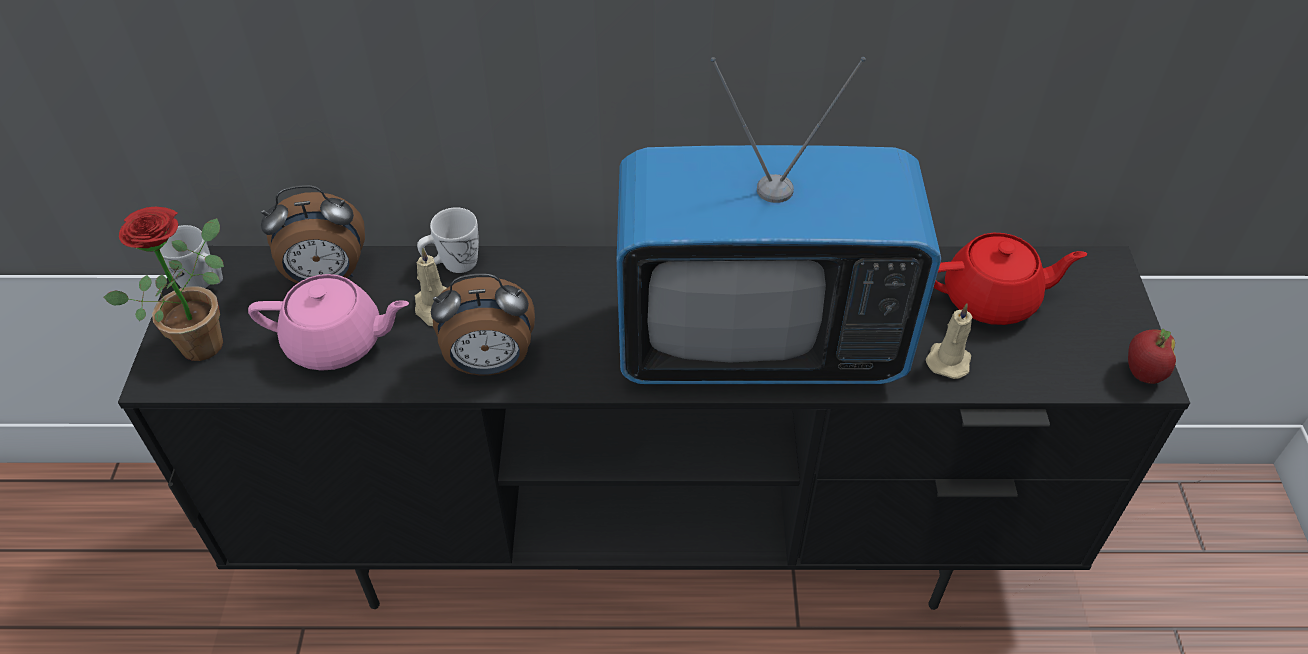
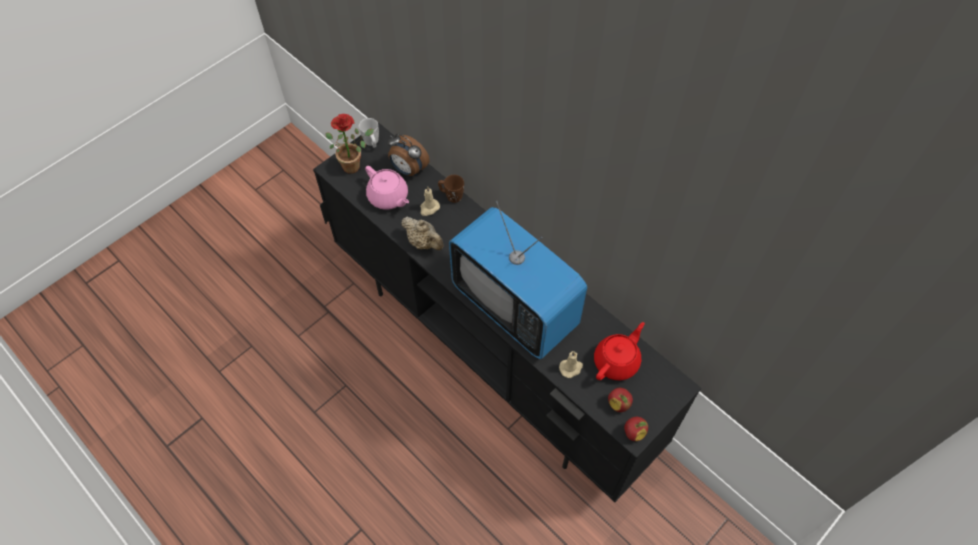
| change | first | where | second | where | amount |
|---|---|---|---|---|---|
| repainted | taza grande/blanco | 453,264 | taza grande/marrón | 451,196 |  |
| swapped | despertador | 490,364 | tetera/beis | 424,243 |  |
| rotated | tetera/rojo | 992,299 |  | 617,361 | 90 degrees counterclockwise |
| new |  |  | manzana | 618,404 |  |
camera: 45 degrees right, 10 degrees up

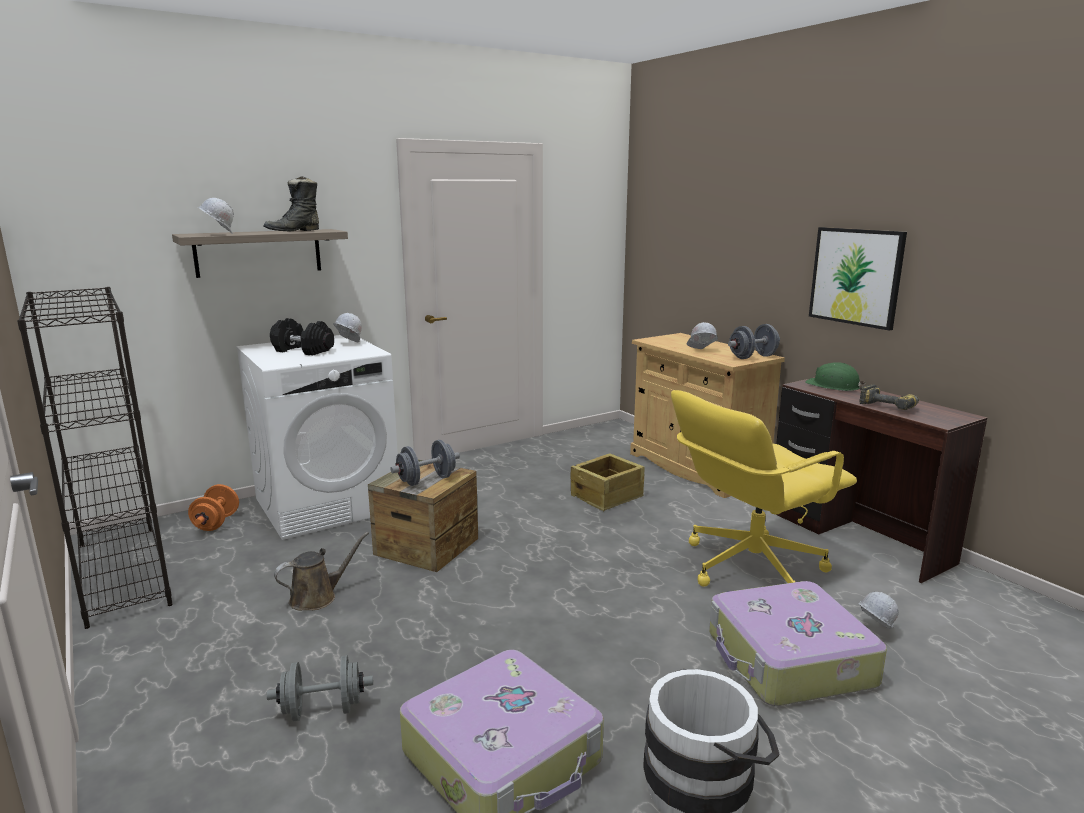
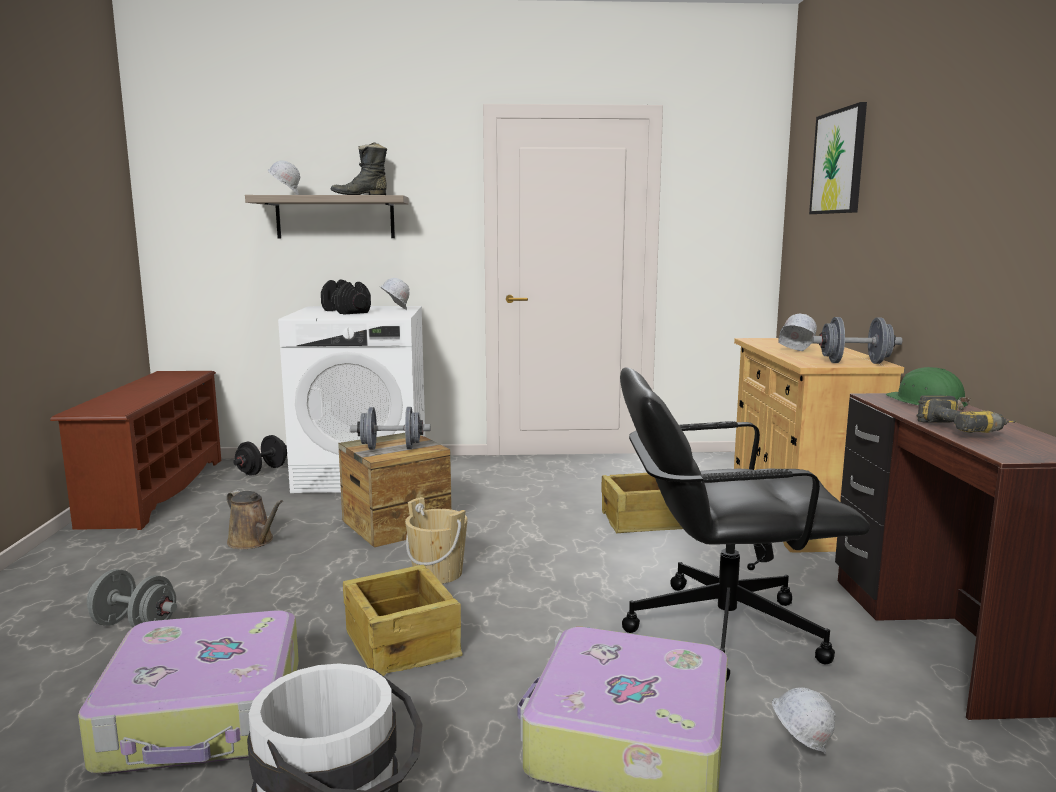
| change | first | where | second | where | amount |
|---|---|---|---|---|---|
| swapped | estantería/negro | 122,573 | zapatero/marrón | 154,491 |  |
| repainted | mancuerna/naranja | 216,523 | mancuerna/negro | 262,471 |  |
| rotated | regadera/marrón | 317,597 |  | 253,541 | 45 degrees clockwise |
| repainted | silla de oficina/amarillo | 750,567 | silla de oficina/negro | 721,630 |  |
| shifted | cuadro | 856,276 |  | 839,162 |  |
| new |  |  | caja de embalaje | 402,643 |  |
| new |  |  | cubo/beis | 437,573 |  |
camera: 30 degrees right, 5 degrees down

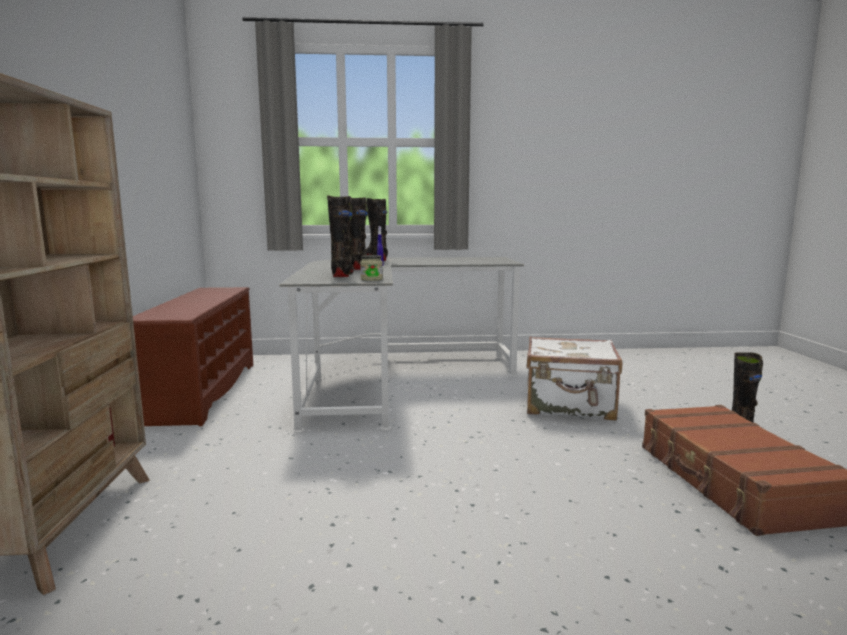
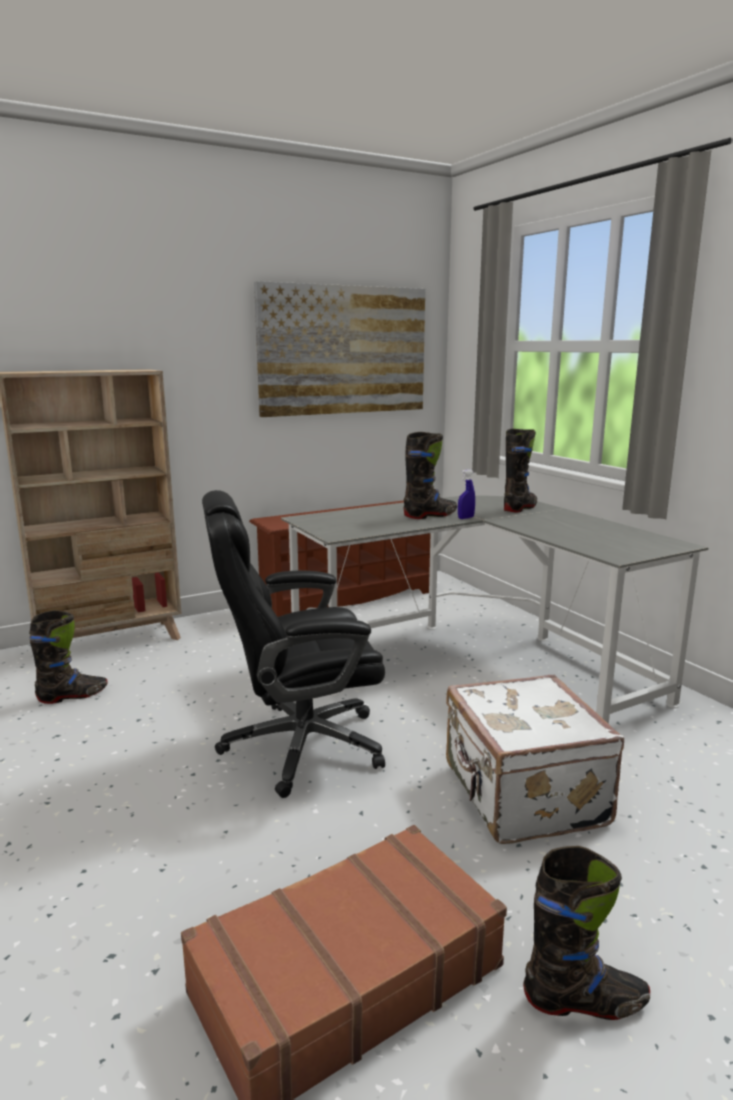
| change | first | where | second | where | amount |
|---|---|---|---|---|---|
| shifted | bota/negro | 342,275 |  | 73,696 |  |
| gone | tarro | 371,279 |  |  |  |
| new |  |  | silla de oficina/negro | 299,746 |  |
| new |  |  | cuadro | 343,350 |  |
camera: 65 degrees right, 5 degrees up

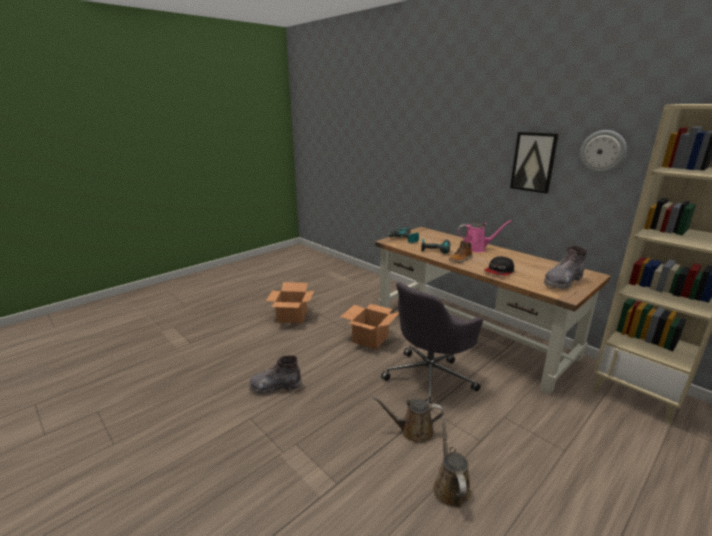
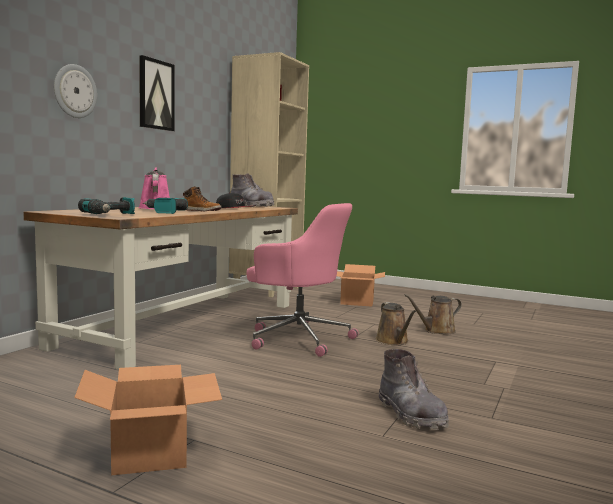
| change | first | where | second | where | amount |
|---|---|---|---|---|---|
| shifted | caja de cartón | 370,339 |  | 357,302 |  |
| repainted | silla de oficina/gris | 430,377 | silla de oficina/rosa | 298,338 |  |
| shifted | reloj de pared | 603,151 |  | 74,91 |  |
camera: 110 degrees left, 15 degrees down

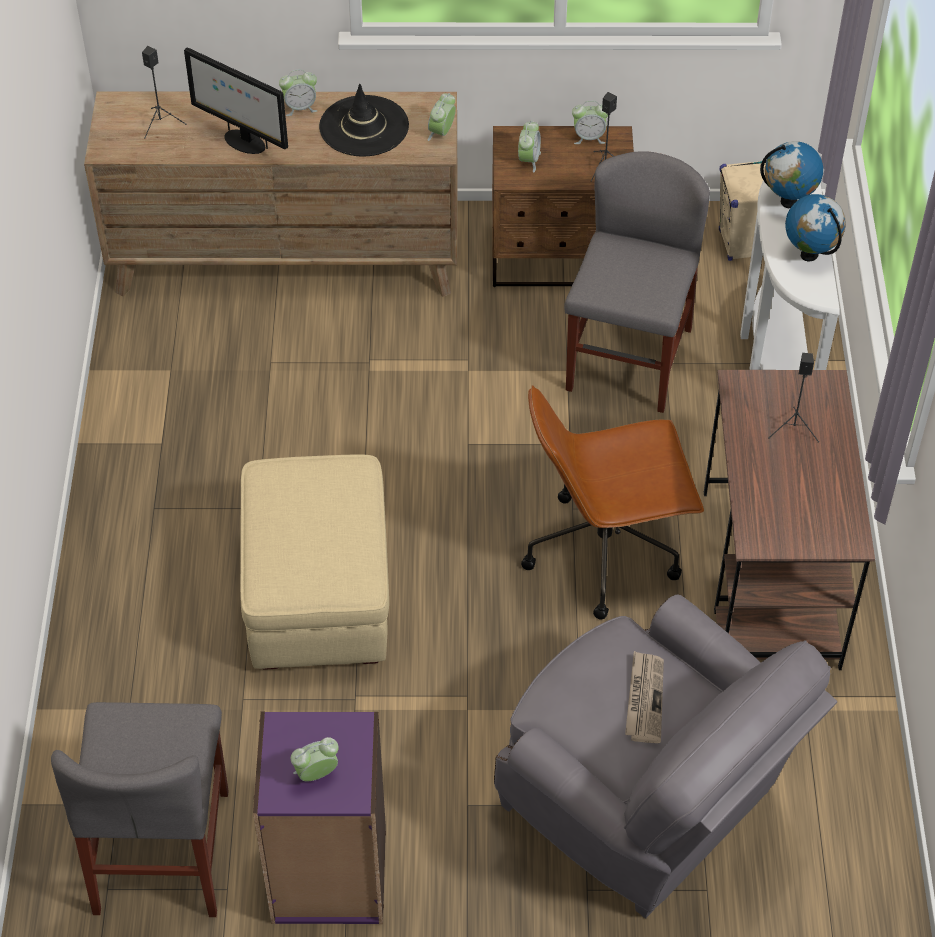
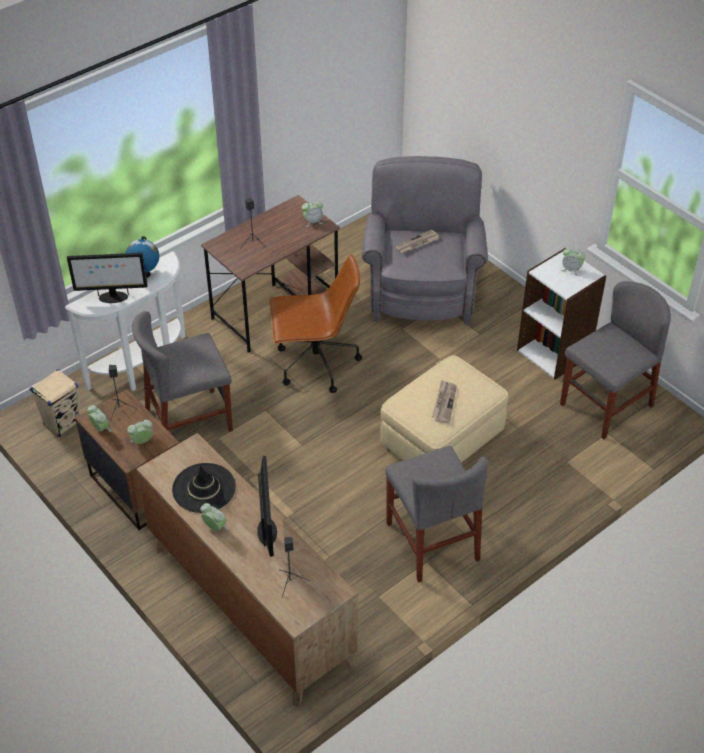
| change | first | where | second | where | amount |
|---|---|---|---|---|---|
| repainted | estantería/morado | 329,876 | estantería/blanco | 554,352 |  |
| shifted | despertador | 442,133 |  | 313,222 |  |
| rotated | silla de oficina/marrón | 605,551 |  | 315,364 | 45 degrees counterclockwise |
| swapped | globo terráqueo | 788,202 | monitor | 112,297 |  |
| new |  |  | silla/gris | 432,541 |  |
| new |  |  | periódico | 444,403 |  |
camera: 130 degrees left, 5 degrees down

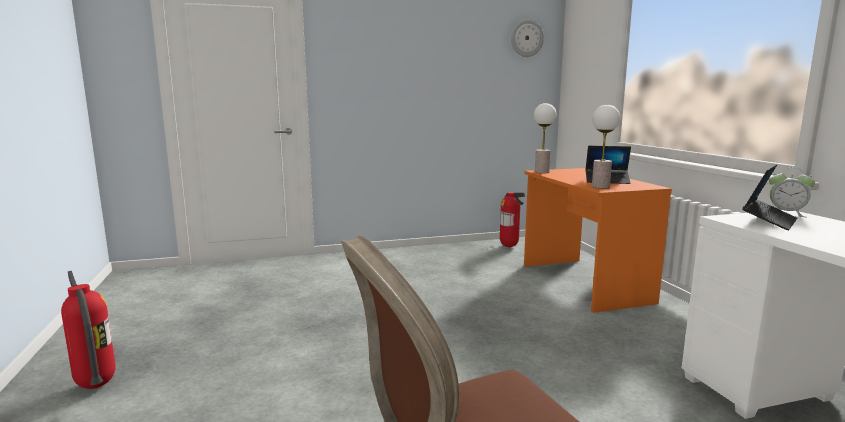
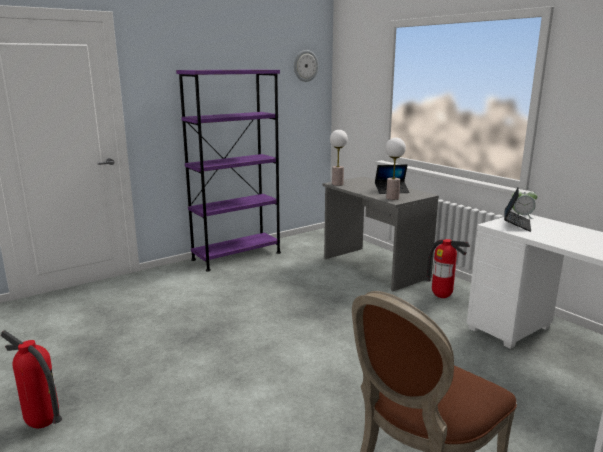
| change | first | where | second | where | amount |
|---|---|---|---|---|---|
| shifted | extintor | 509,246 |  | 442,297 |  |
| repainted | escritorio/naranja | 582,283 | escritorio/gris | 374,268 |  |
| new |  |  | estantería/morado | 236,256 |  |
camera: 20 degrees left, 5 degrees up

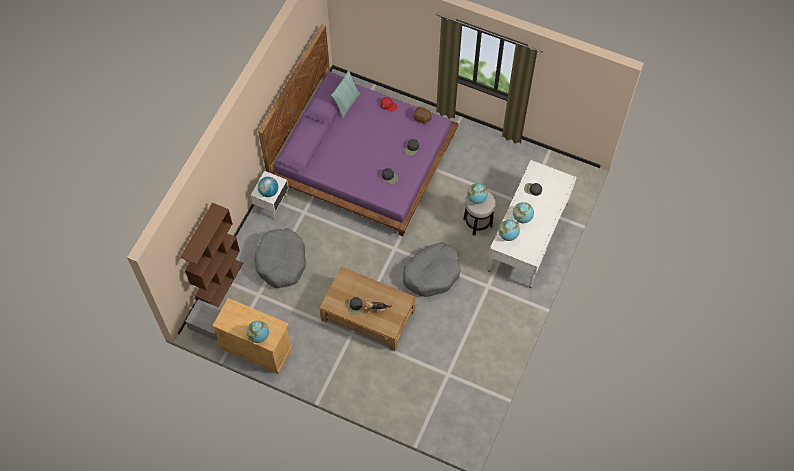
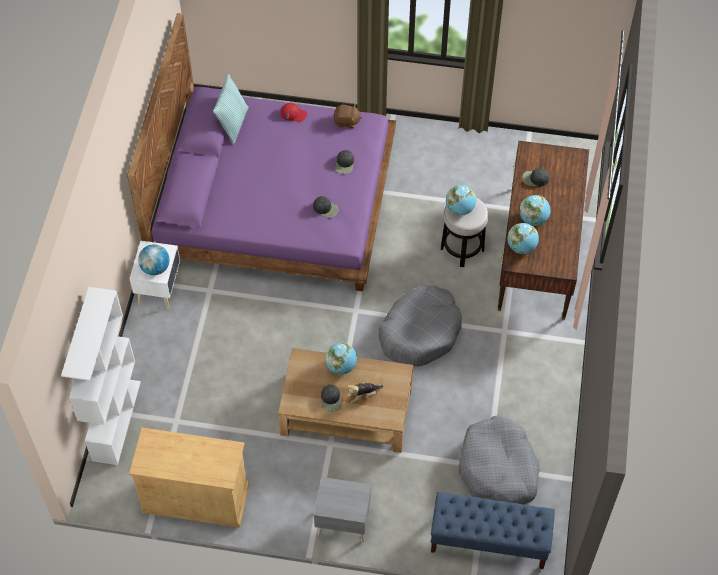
| change | first | where | second | where | amount |
|---|---|---|---|---|---|
| repainted | estantería/marrón | 221,285 | estantería/blanco | 116,420 |  |
| shifted | mesita de noche/gris | 211,329 |  | 342,521 |  |
| shifted | globo terráqueo | 259,336 |  | 341,366 |  |
| shifted | cama para perro/gris | 281,262 |  | 498,470 |  |
| repainted | escritorio/blanco | 528,236 | escritorio/marrón | 538,252 |  |
| new |  |  | banco/azul | 488,541 |  |
camera: 15 degrees left, 5 degrees down

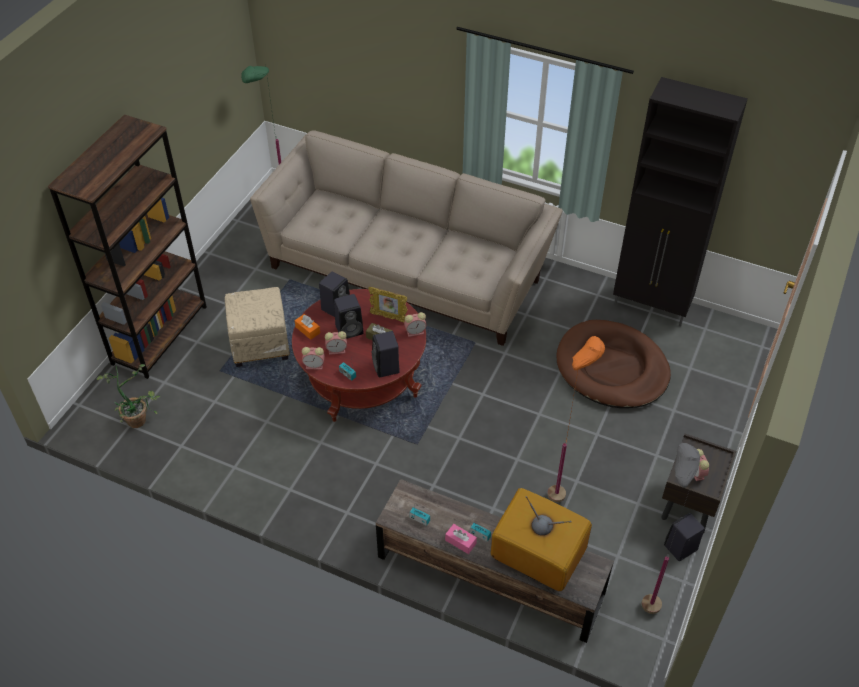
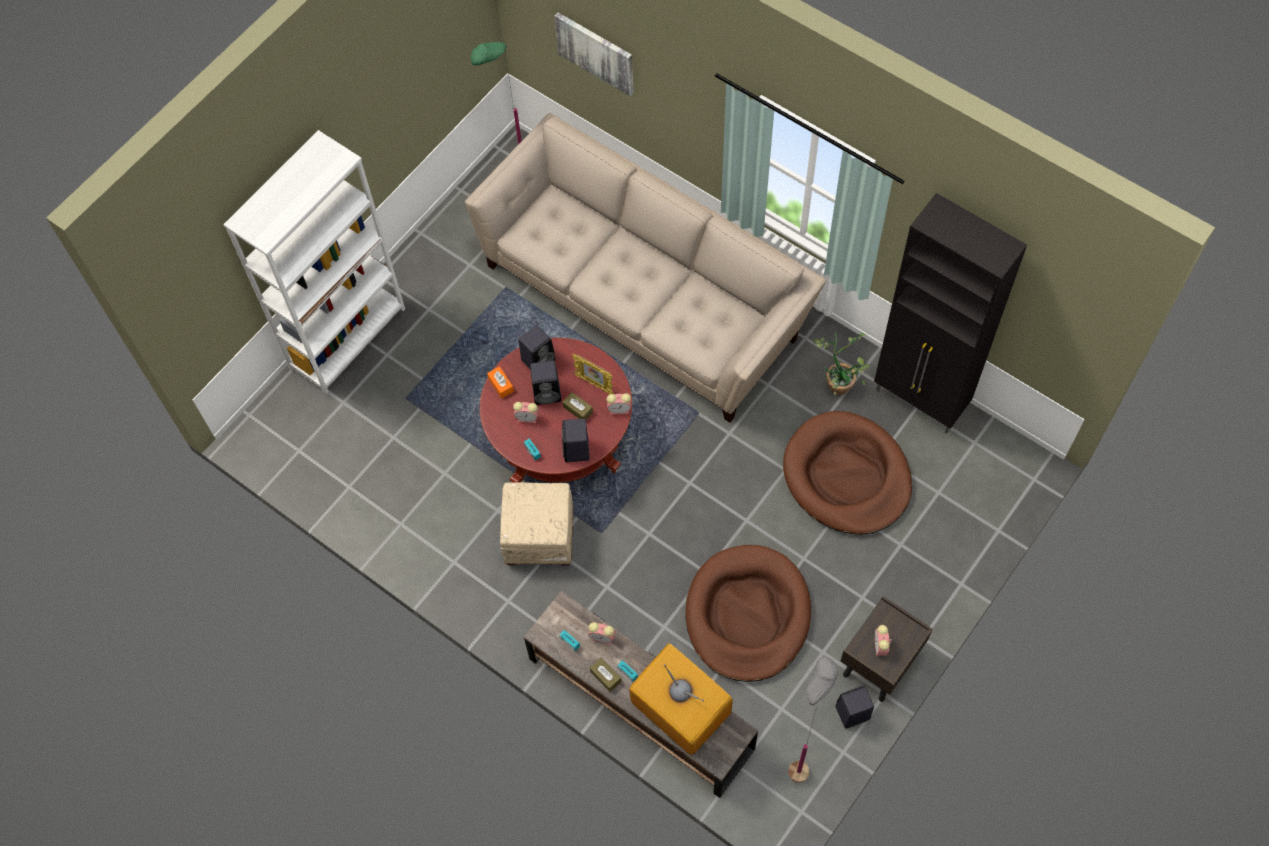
| change | first | where | second | where | amount |
|---|---|---|---|---|---|
| repainted | estantería/marrón | 160,334 | estantería/blanco | 348,338 |  |
| shifted | planta en maceta | 137,417 |  | 840,381 |  |
| shifted | puf/beis | 261,345 |  | 540,537 |  |
| shifted | despertador | 315,365 |  | 603,637 |  |
| repainted | caja de pañuelos/rosa | 460,542 | caja de pañuelos/marrón | 605,676 |  |
| swapped | lámpara de pie/naranja | 563,486 | cama para perro/marrón | 747,615 |  |
| new |  |  | cuadro | 596,52 |  |
camera: 15 degrees right, 15 degrees up

